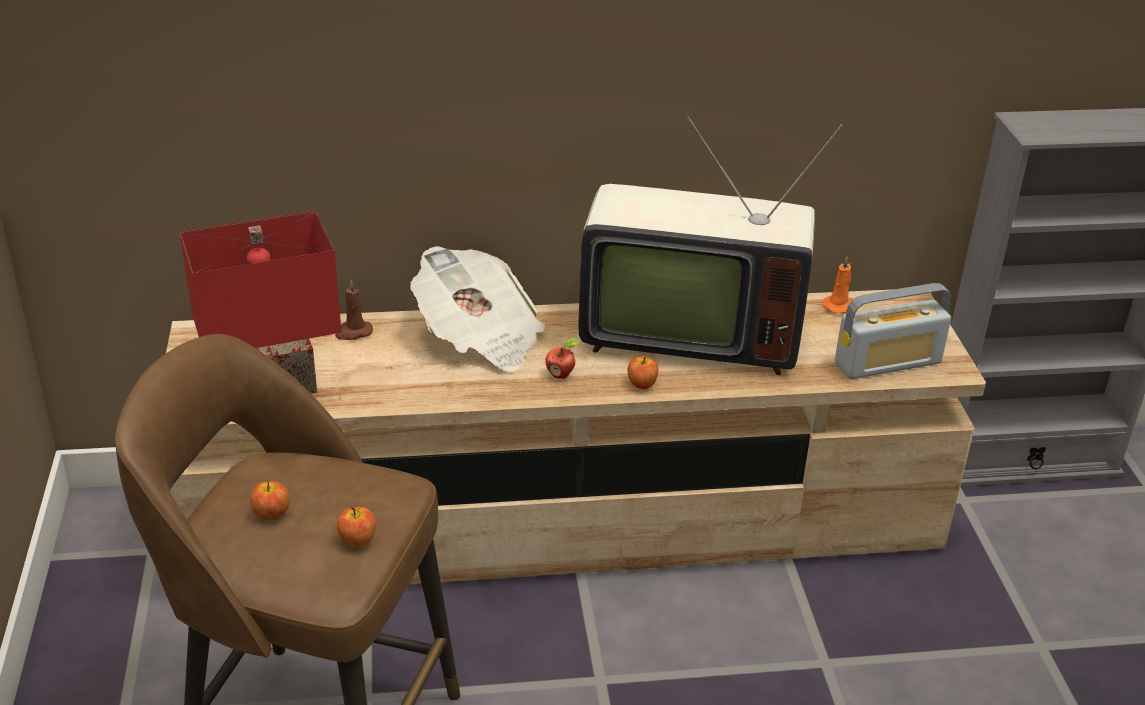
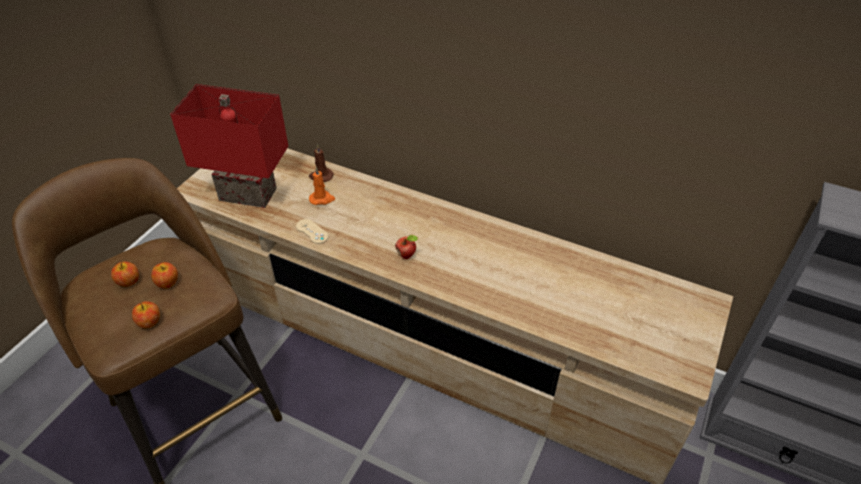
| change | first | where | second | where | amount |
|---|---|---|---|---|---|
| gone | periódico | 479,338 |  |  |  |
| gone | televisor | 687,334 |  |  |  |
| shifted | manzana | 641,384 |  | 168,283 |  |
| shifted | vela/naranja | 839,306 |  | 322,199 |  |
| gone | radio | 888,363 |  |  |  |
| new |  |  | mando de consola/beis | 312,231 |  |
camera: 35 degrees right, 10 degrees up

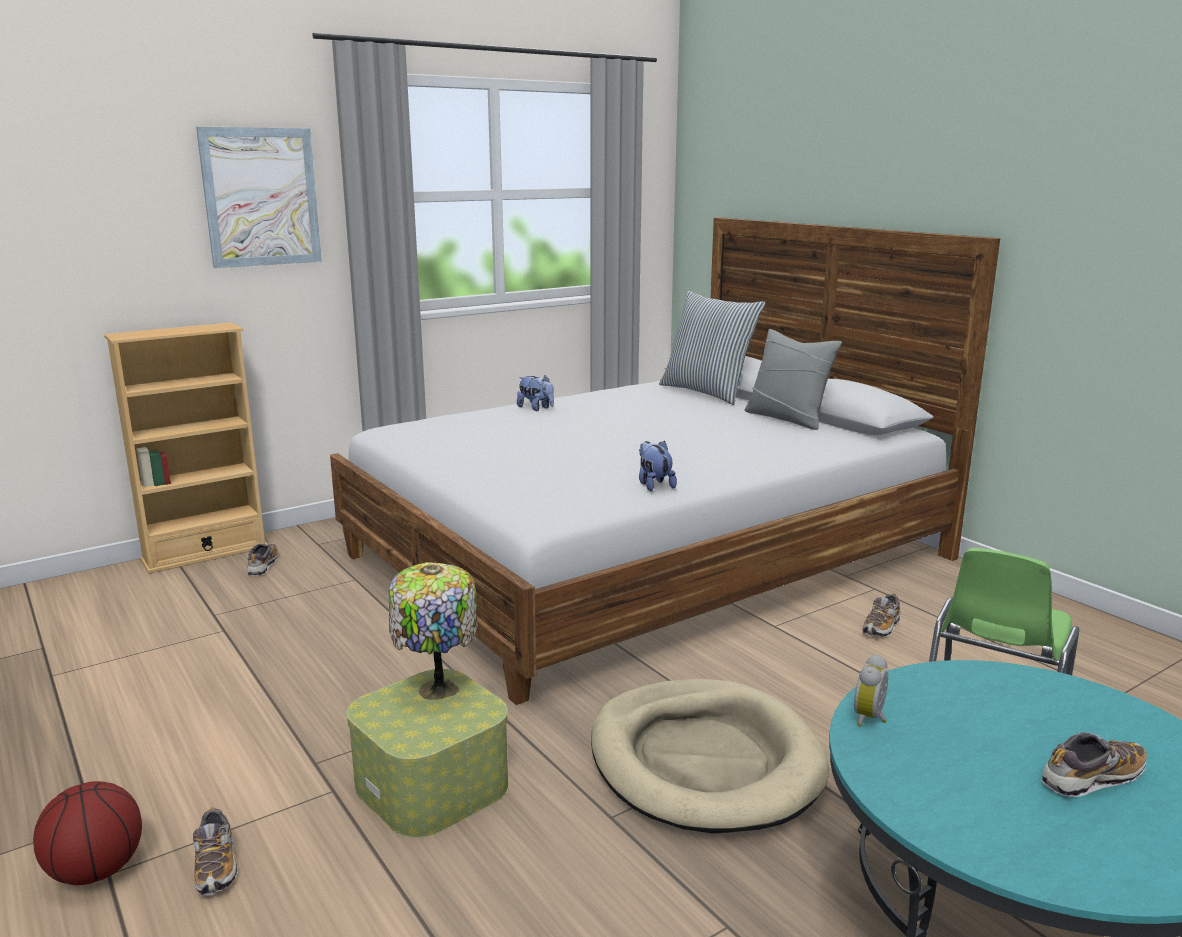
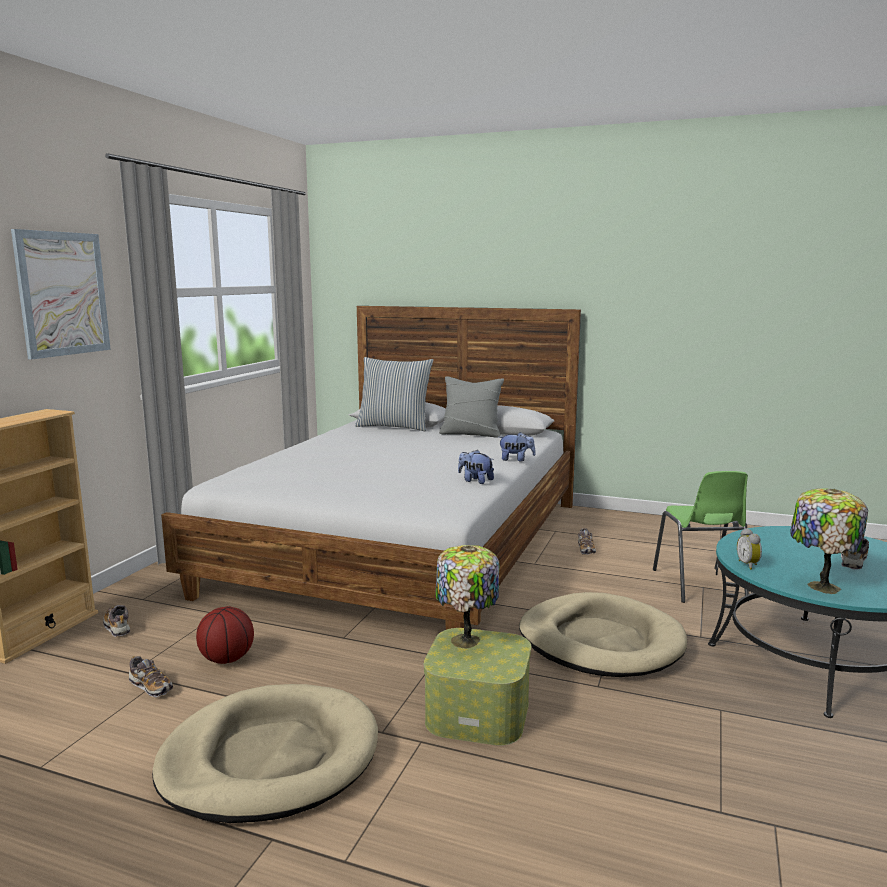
| change | first | where | second | where | amount |
|---|---|---|---|---|---|
| shifted | balón de baloncesto | 95,871 |  | 226,659 |  |
| shifted | zapato | 216,867 |  | 151,687 |  |
| shifted | peluche | 536,408 |  | 516,459 |  |
| new |  |  | cama para perro/beis | 270,758 |  |
| new |  |  | lámpara de mesa | 820,587 |  |
camera: 35 degrees left, 5 degrees down

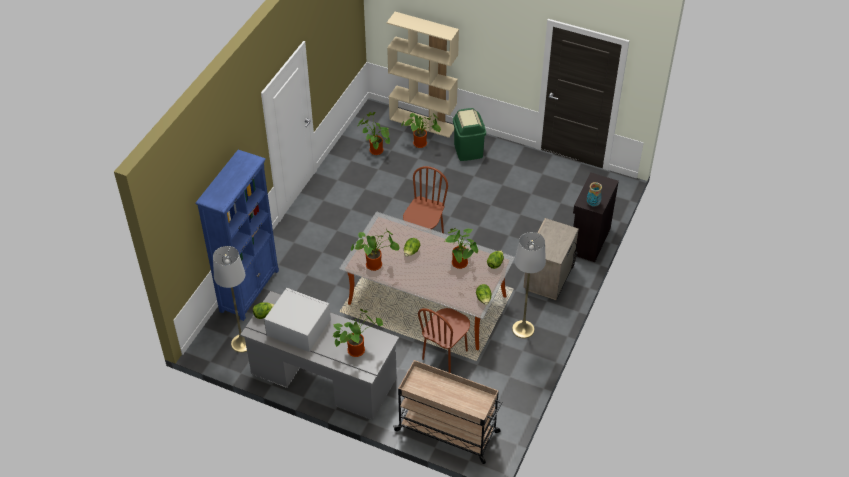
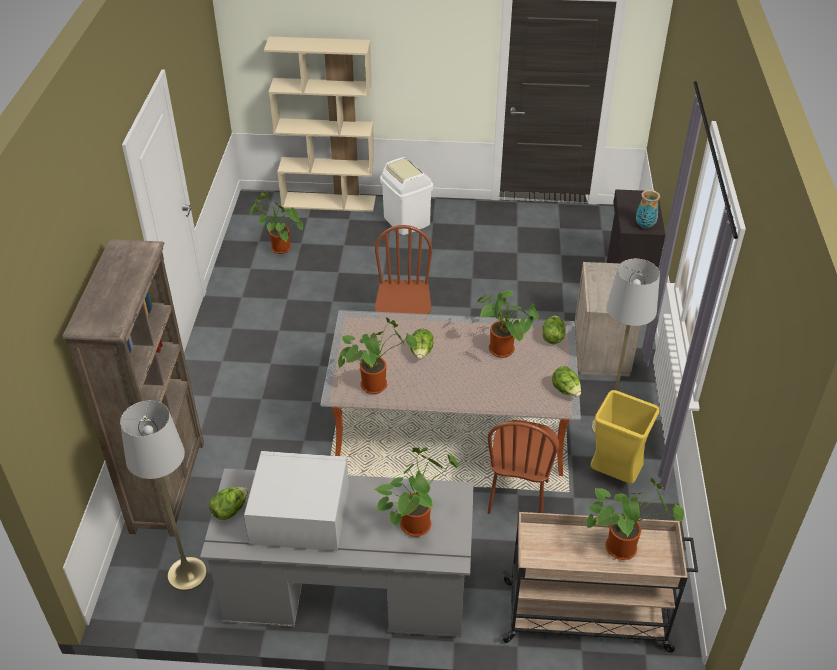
| change | first | where | second | where | amount |
|---|---|---|---|---|---|
| repainted | estantería/azul | 249,290 | estantería/marrón | 168,485 |  |
| shifted | planta en maceta | 421,143 |  | 623,546 |  |
| repainted | papelera/verde | 468,151 | papelera/blanco | 406,221 |  |
| new |  |  | papelera/amarillo | 613,475 |  |
camera: 20 degrees left, 5 degrees down

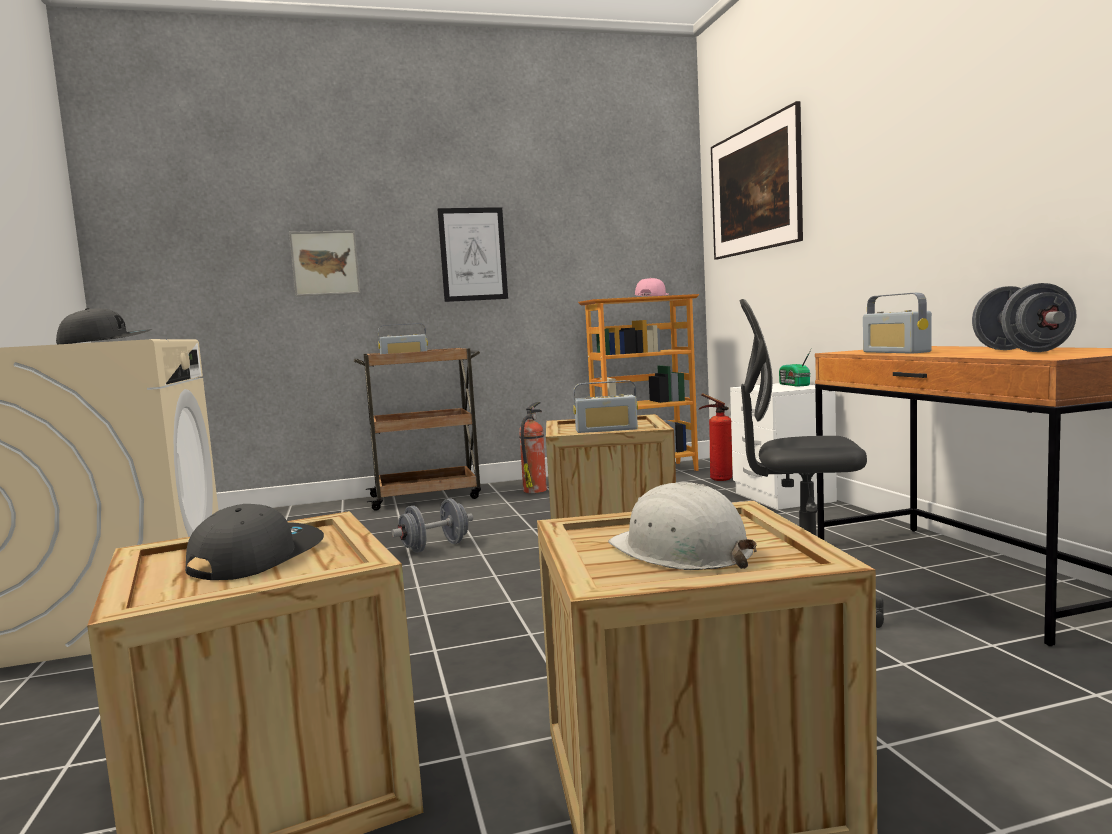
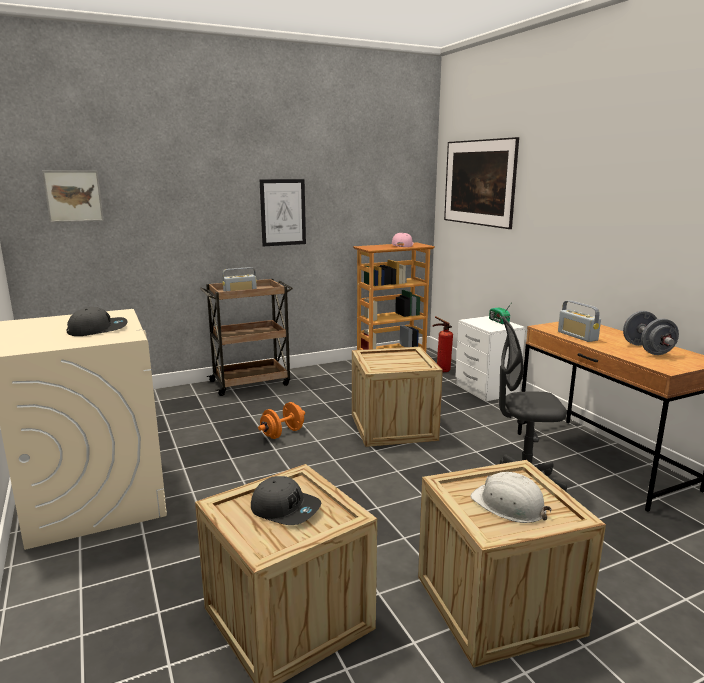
| change | first | where | second | where | amount |
|---|---|---|---|---|---|
| rotated | gorra/gris | 256,557 |  | 285,509 | 105 degrees clockwise |
| shifted | cuadro | 325,263 |  | 73,196 |  |
| repainted | mancuerna/gris | 435,547 | mancuerna/naranja | 282,433 |  |
| gone | extintor | 535,490 |  |  |  |
| gone | radio | 606,430 |  |  |  |
camera: 10 degrees left, 10 degrees up

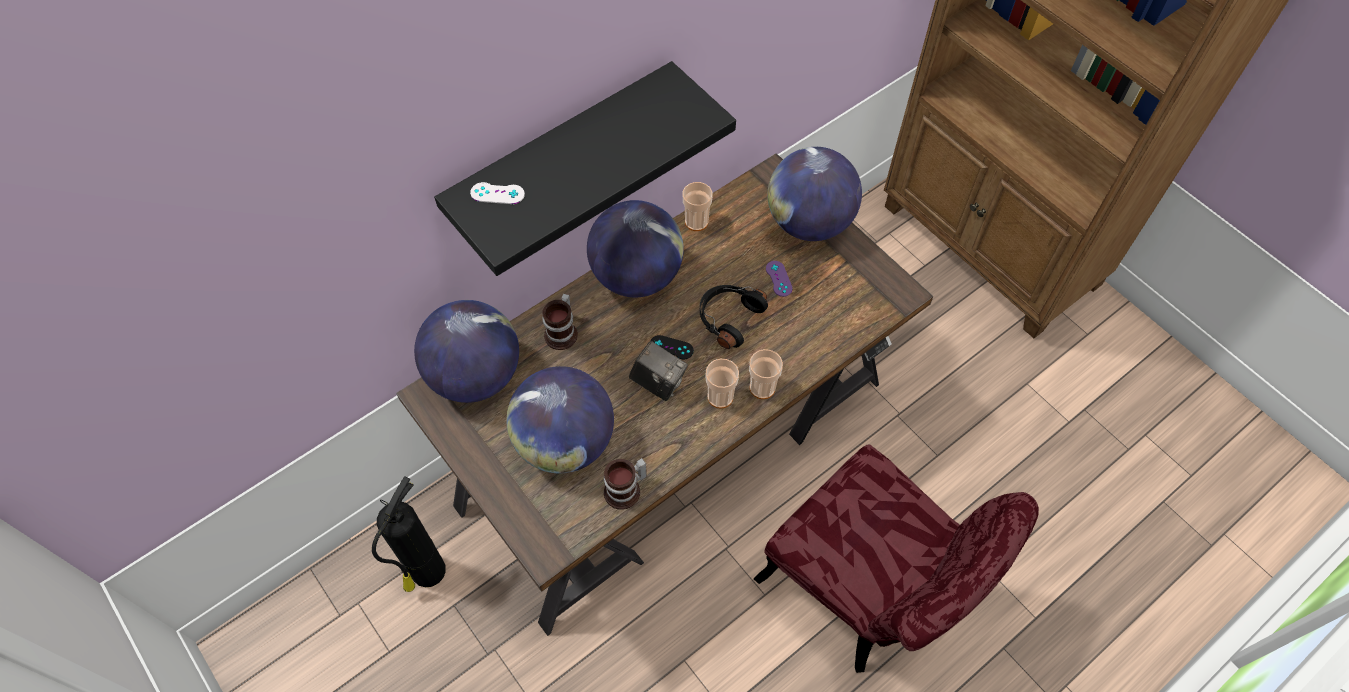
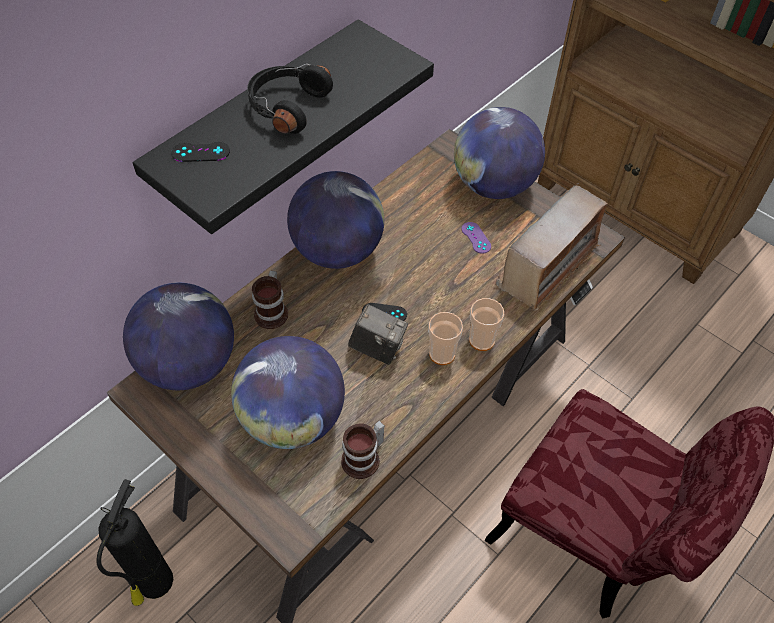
| change | first | where | second | where | amount |
|---|---|---|---|---|---|
| repainted | mando de consola/blanco | 497,193 | mando de consola/negro | 200,152 |  |
| gone | taza | 696,222 |  |  |  |
| shifted | auriculares/negro | 728,318 |  | 286,106 |  |
| new |  |  | radio | 548,266 |  |
camera: 10 degrees left, 5 degrees down

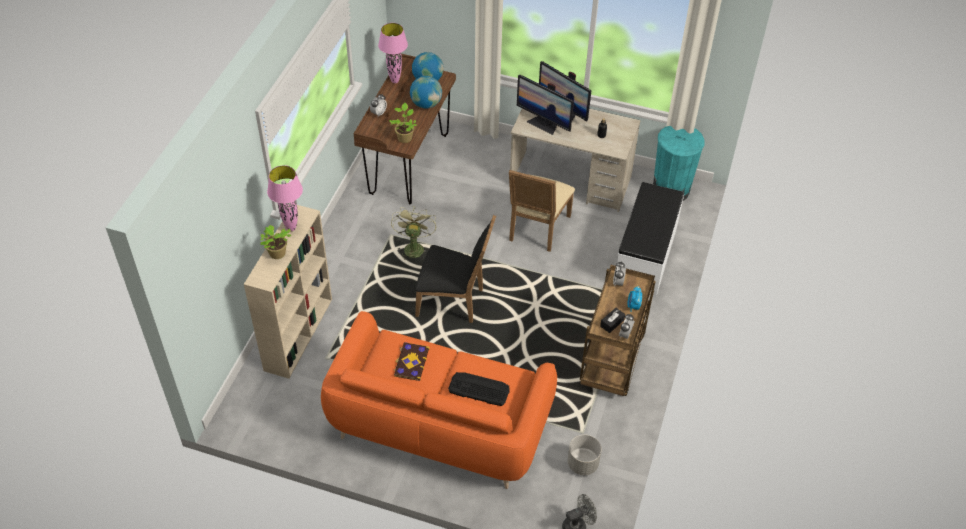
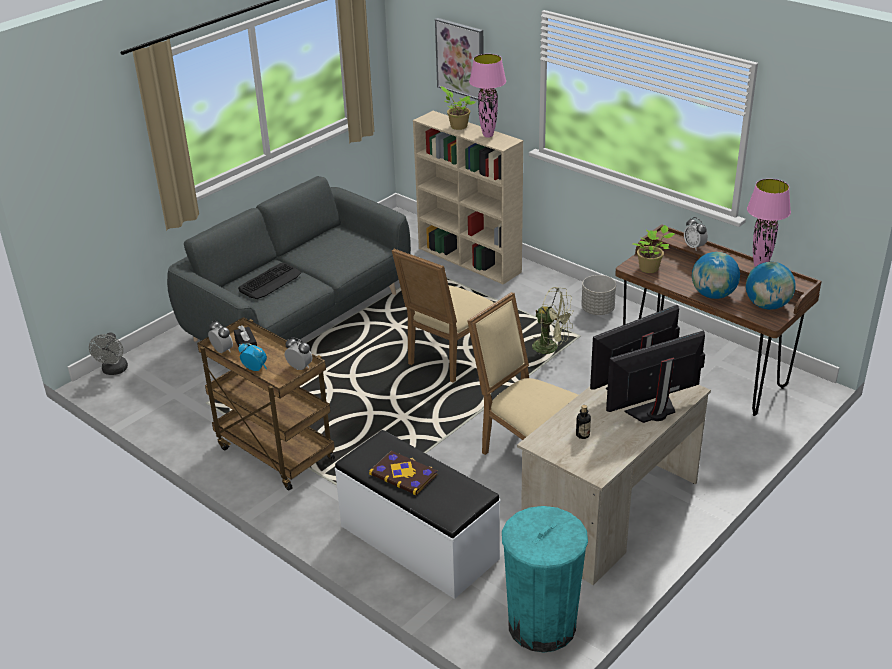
| change | first | where | second | where | amount |
|---|---|---|---|---|---|
| repainted | sofá/naranja | 439,424 | sofá/gris | 298,317 |  |
| shifted | libro | 411,362 |  | 404,474 |  |
| repainted | silla/negro | 454,301 | silla/beis | 448,359 |  |
| shifted | maceta/gris | 583,463 |  | 598,310 |  |
| new |  |  | cuadro | 461,58 |  |
camera: 115 degrees right, 15 degrees down

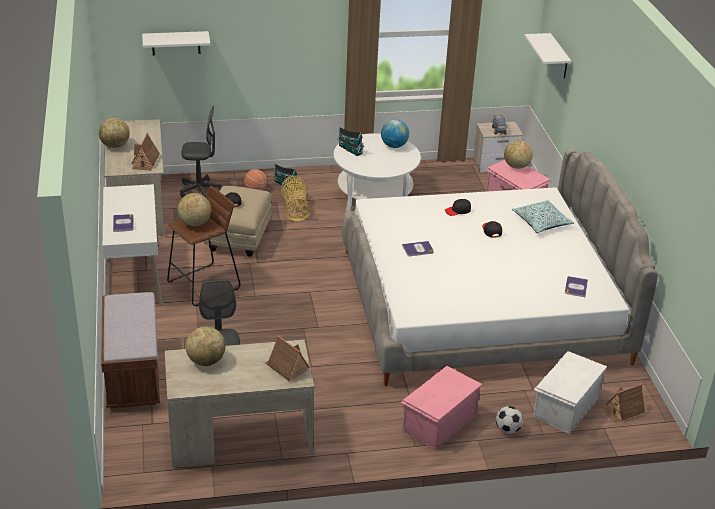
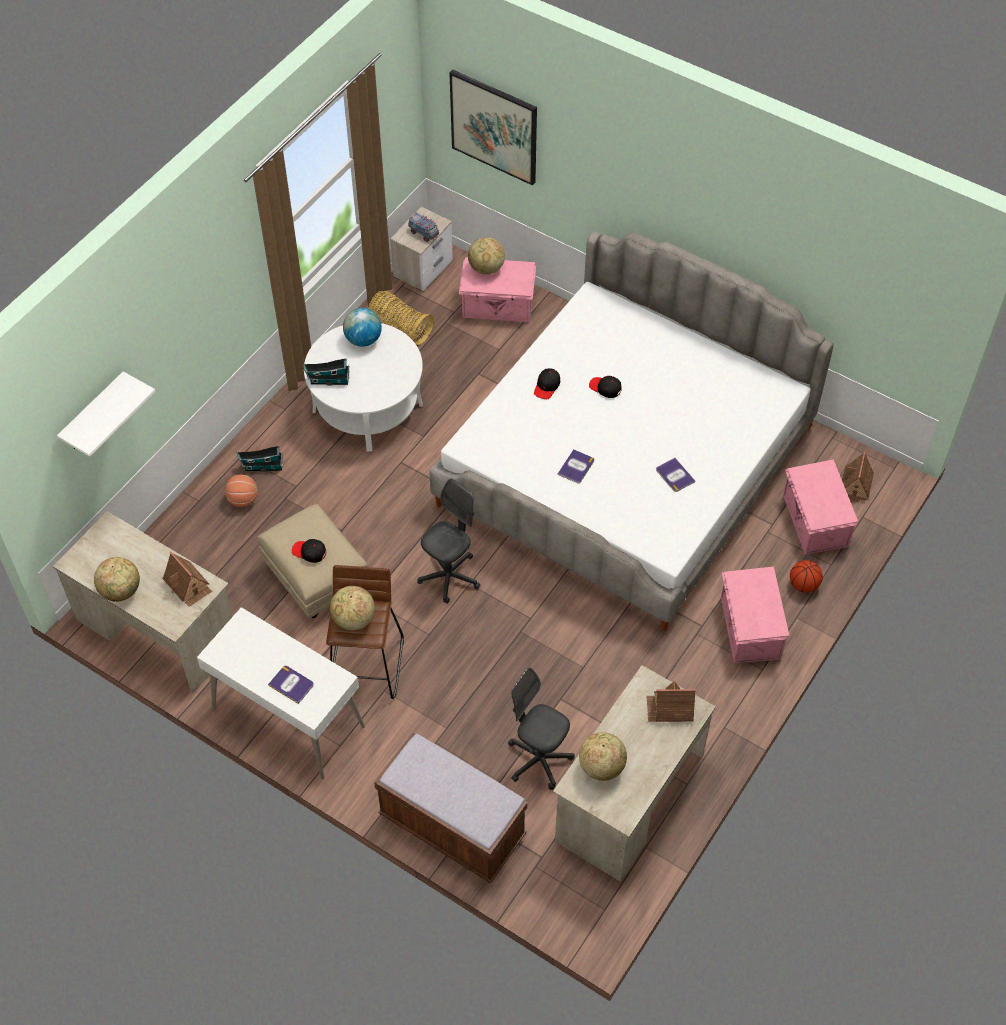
| change | first | where | second | where | amount |
|---|---|---|---|---|---|
| shifted | silla de oficina/gris | 200,191 |  | 449,577 |  |
| shifted | cesta | 295,208 |  | 400,327 |  |
| swapped | balón de fútbol | 507,429 | balón de baloncesto | 803,585 |  |
| gone | cojín | 541,222 |  |  |  |
| swapped | estante/blanco | 559,57 | cuadro | 494,126 |  |
| repainted | caja de almacenaje/blanco | 564,407 | caja de almacenaje/rosa | 814,521 |  |
| shifted | libro | 576,287 |  | 675,475 |  |
camera: 45 degrees left, 20 degrees up

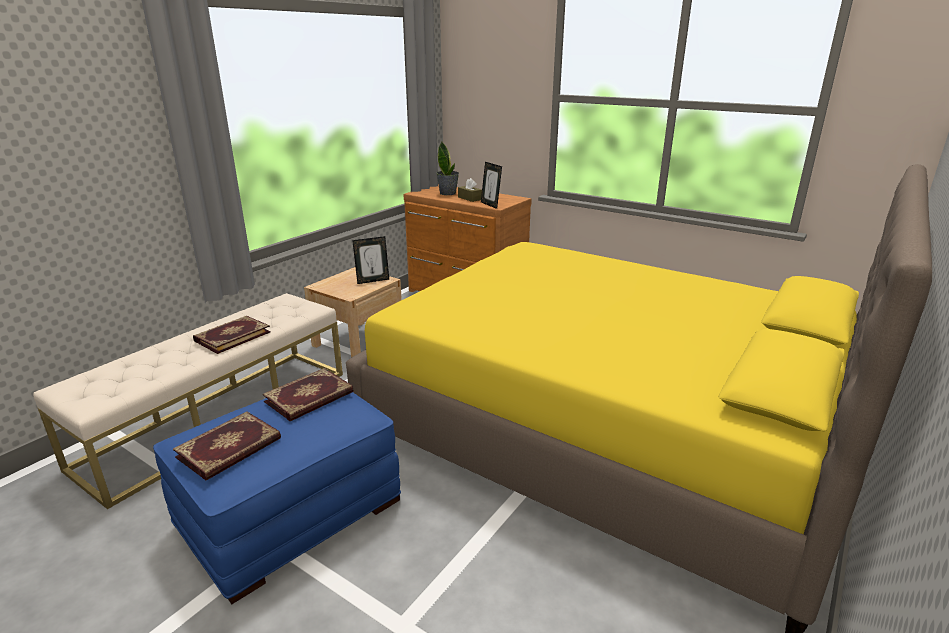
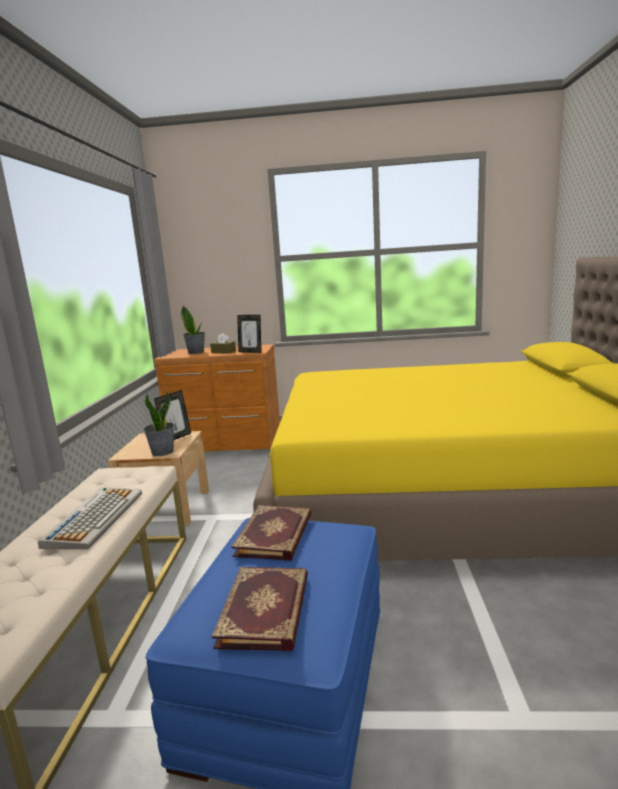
| change | first | where | second | where | amount |
|---|---|---|---|---|---|
| swapped | libro | 232,336 | teclado | 95,518 |  |
| new |  |  | planta en maceta | 162,452 |  |
camera: 30 degrees left, 10 degrees down

